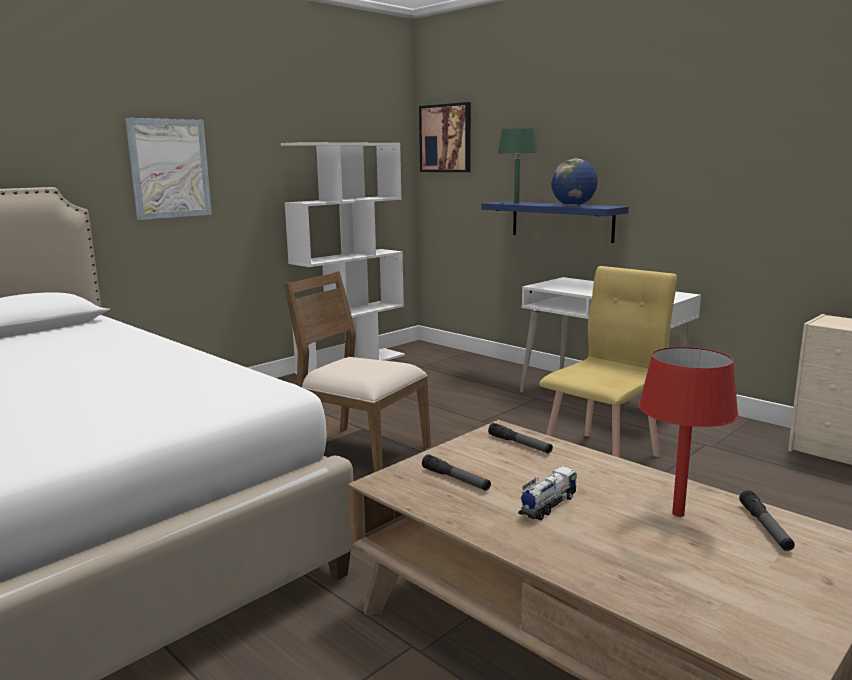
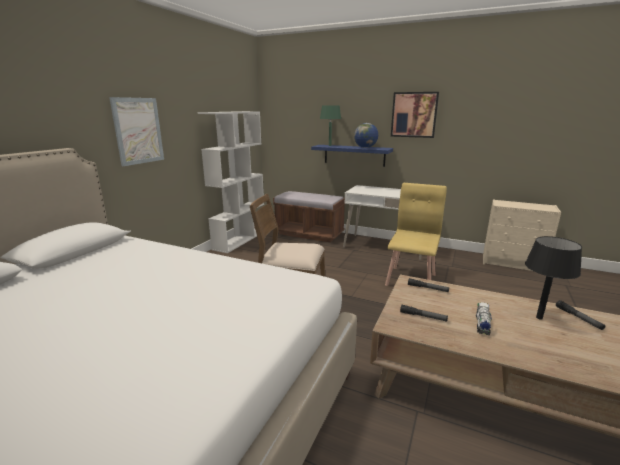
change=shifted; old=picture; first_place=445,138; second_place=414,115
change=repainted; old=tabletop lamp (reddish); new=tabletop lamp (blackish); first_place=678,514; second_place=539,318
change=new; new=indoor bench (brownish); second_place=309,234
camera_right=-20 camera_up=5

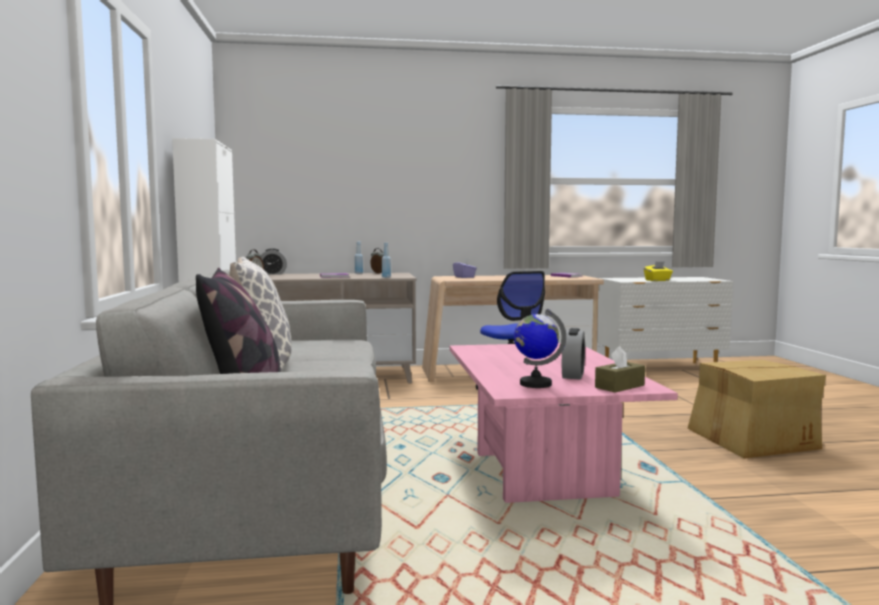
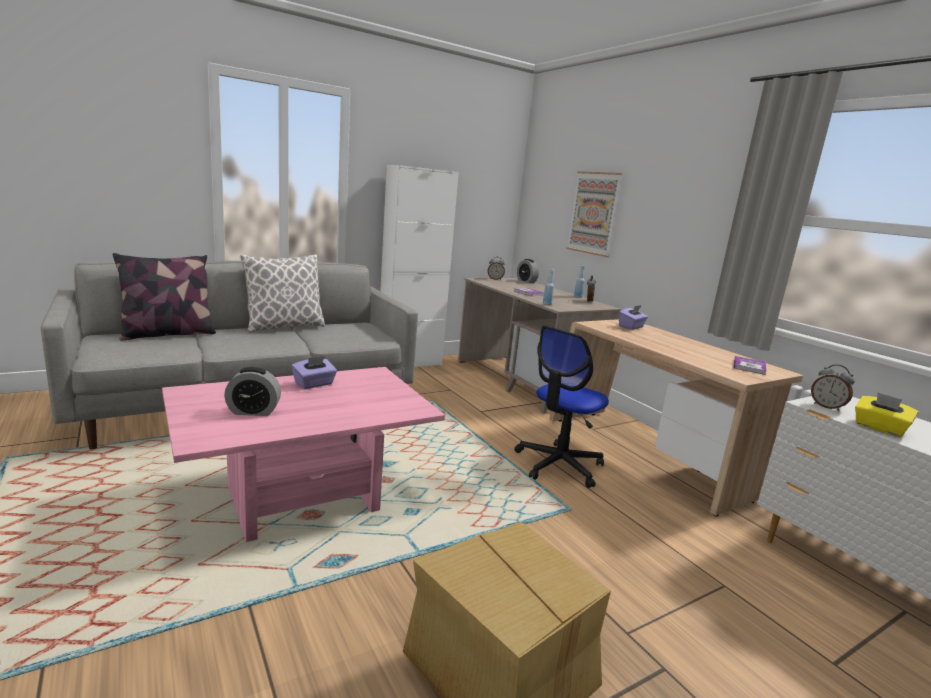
change=gone; old=globe; first_place=535,384
change=gone; old=tissue holder (brownish); first_place=619,386
change=new; new=picture; second_place=593,213
change=new; new=tissue holder (purple); second_place=314,384
change=new; new=table clock; second_place=827,407
camera_right=65 camera_up=10

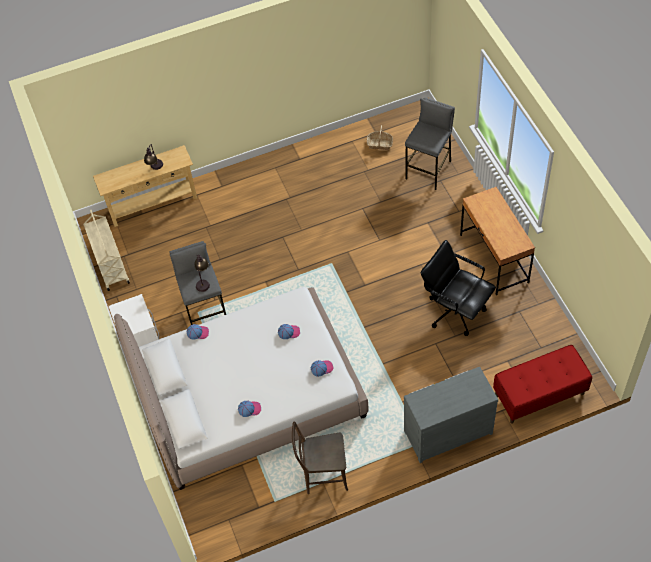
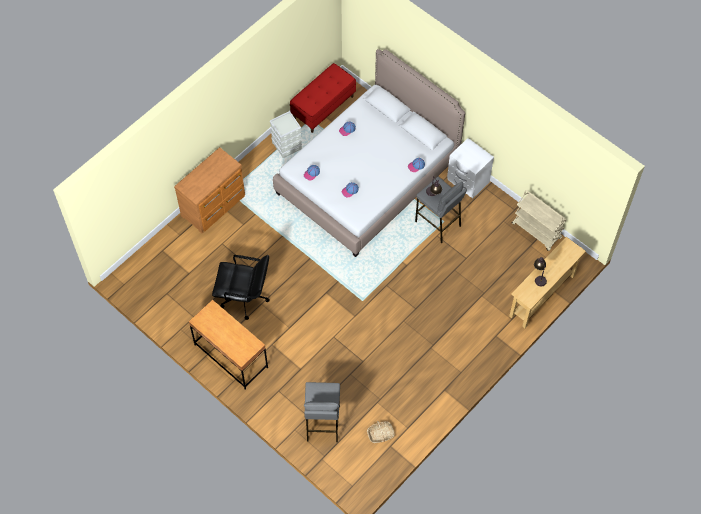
change=shifted; old=indoor bench (reddish); first_place=539,395; second_place=323,107
change=repainted; old=chest of drawers (greyish); new=chest of drawers (brownish); first_place=446,430; second_place=214,206
change=swapped; old=plain chair (brownish); new=storage container (greyish); first_place=322,475; second_place=287,146
camera_right=150 camera_up=5

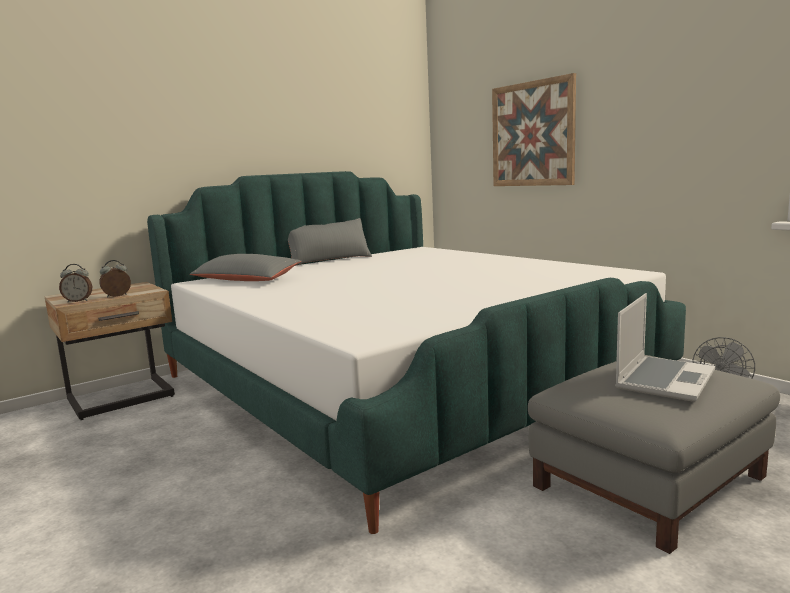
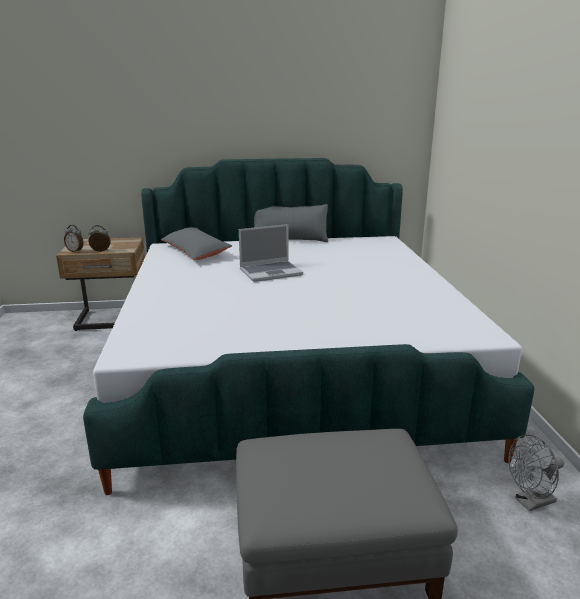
change=gone; old=picture; first_place=532,134
change=shifted; old=laptop; first_place=664,379; second_place=271,272
camera_right=30 camera_up=10

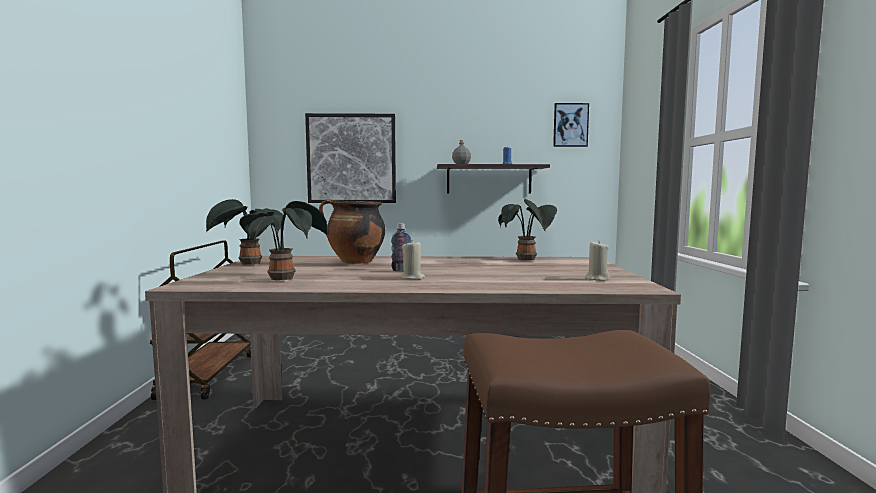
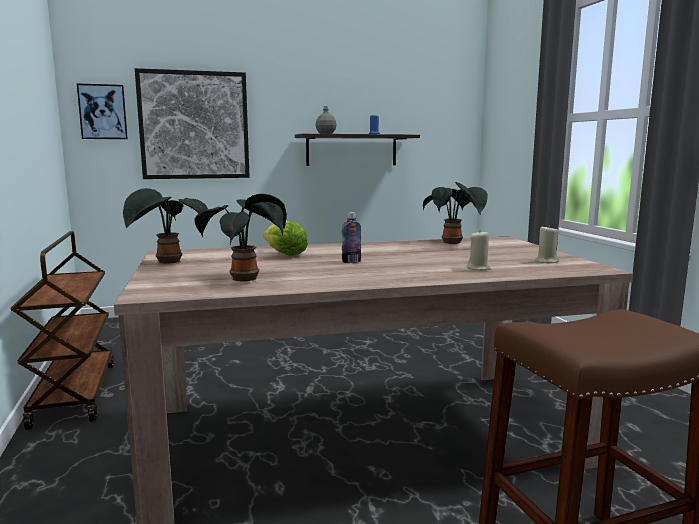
change=shifted; old=picture; first_place=570,125; second_place=103,112
change=swapped; old=cooking pot; new=lettuce; first_place=355,262; second_place=285,254
change=shifted; old=candle (beige); first_place=412,278; second_place=478,268
camera_right=-15 camera_up=5

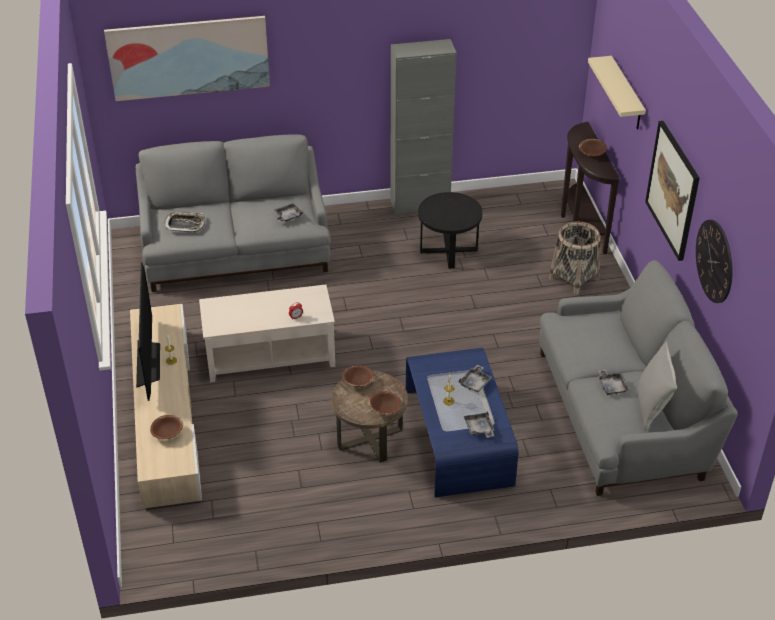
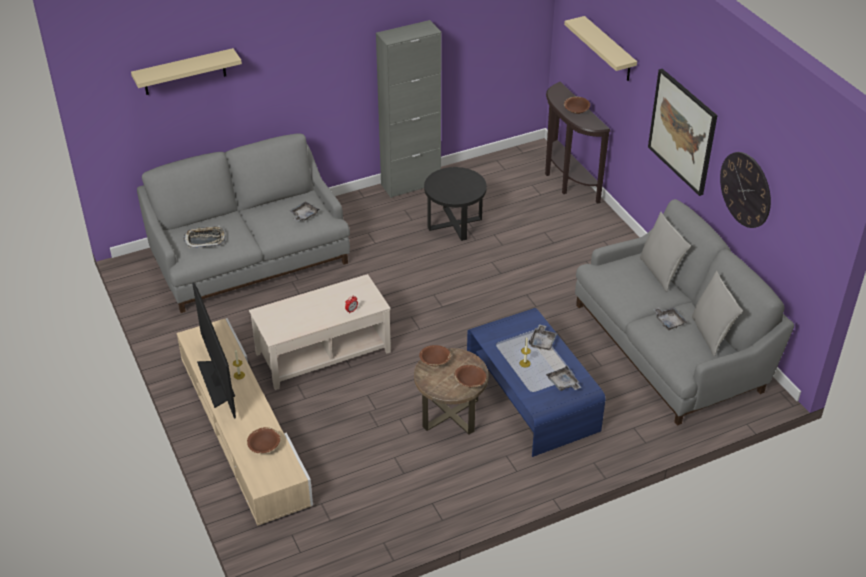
change=swapped; old=picture; new=wall shelf (beige); first_place=189,57; second_place=184,72
change=gone; old=storage basket; first_place=574,279
change=new; new=cushion (greyish); second_place=660,272
camera_right=-15 camera_up=0

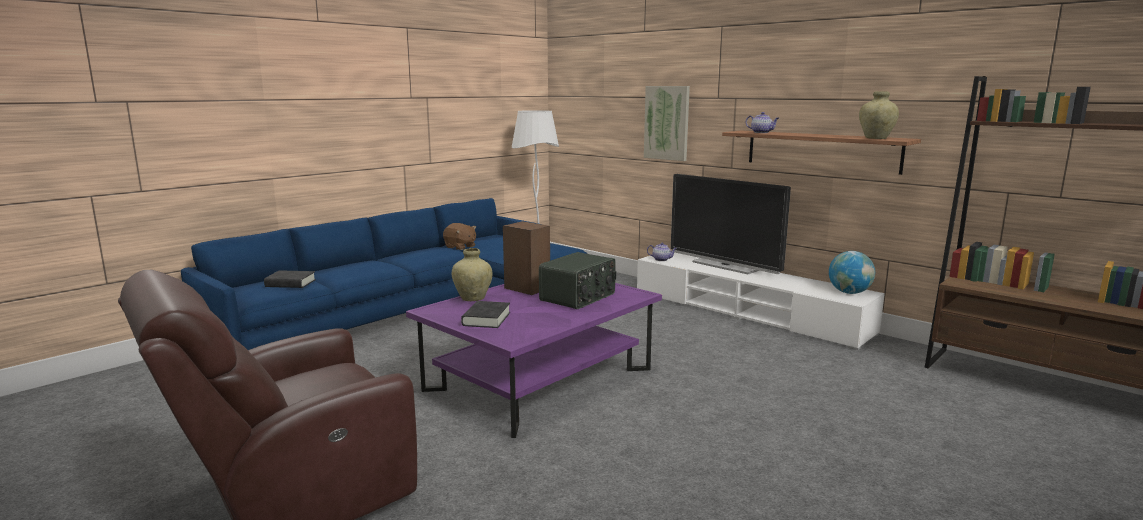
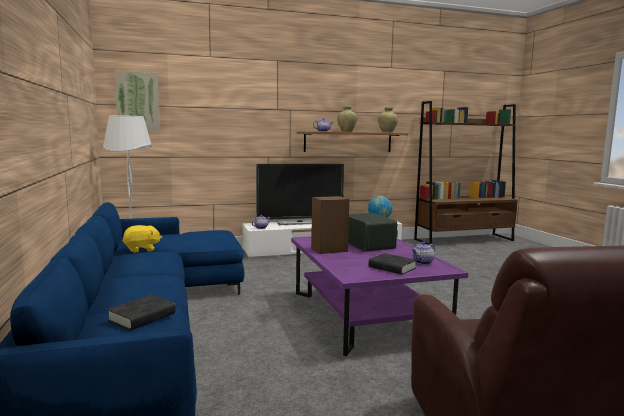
change=shifted; old=picture; first_place=667,123; second_place=137,102
change=repainted; old=plush toy (brownish); new=plush toy (yellowish); first_place=460,247; second_place=142,249
change=shifted; old=vase (beige); first_place=473,298; second_place=346,131
change=new; new=pot for tea; second_place=422,262
camera_right=-60 camera_up=-5

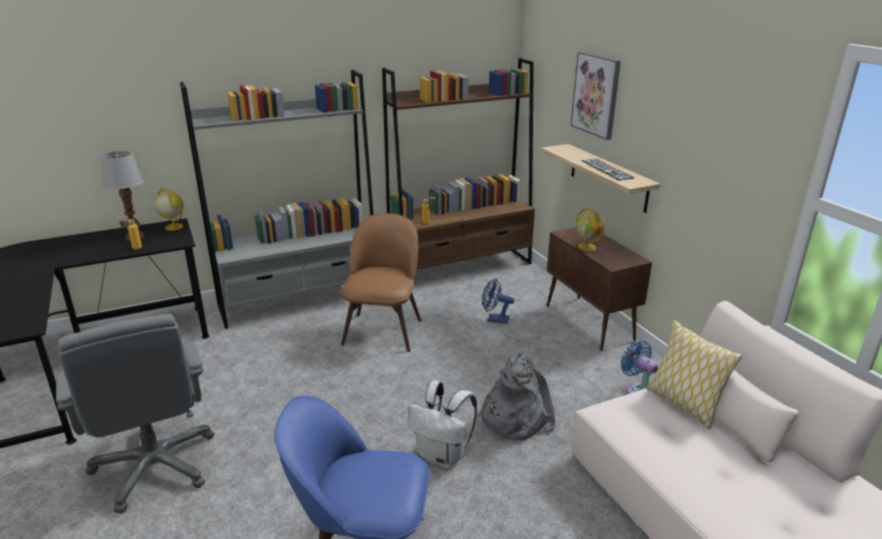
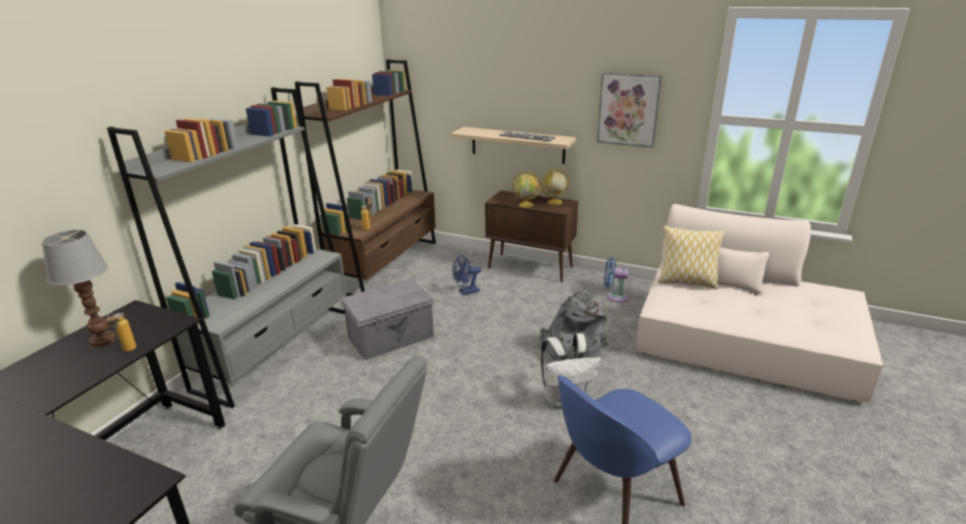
change=shifted; old=picture; first_place=596,95; second_place=628,110
change=shifted; old=globe; first_place=173,227; second_place=554,202
change=swapped; old=plain chair (brownish); new=storage container (greyish); first_place=383,330; second_place=392,337
camera_right=-40 camera_up=0

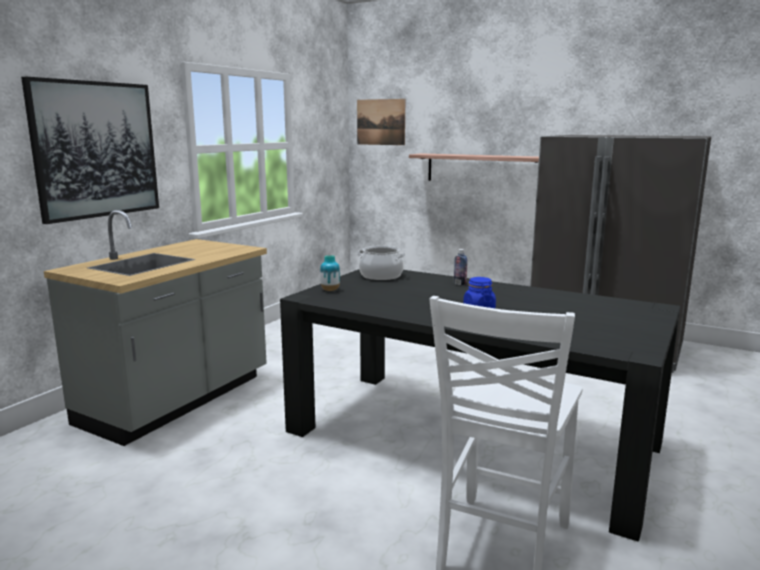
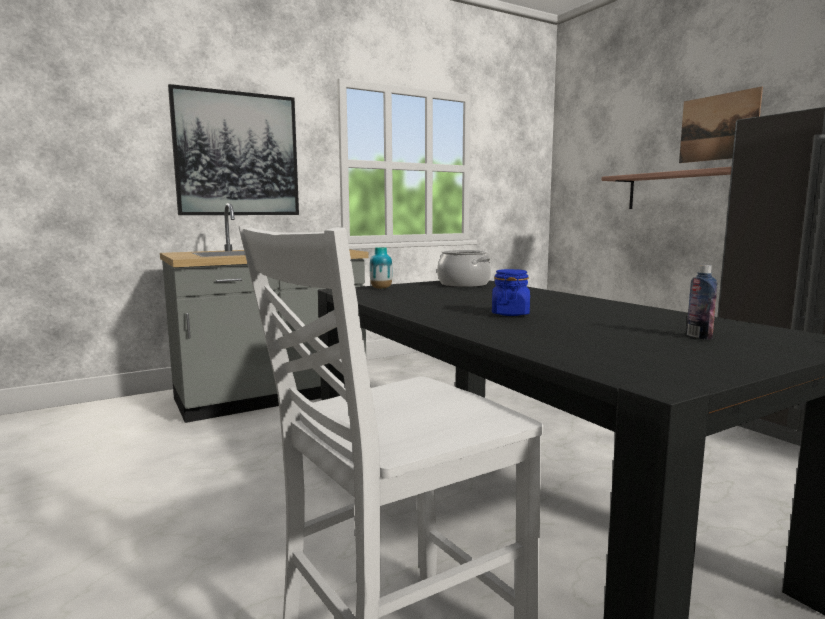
change=shifted; old=picture; first_place=380,122; second_place=718,127
change=shifted; old=beverage bottle; first_place=460,284; second_place=699,336
camera_right=30 camera_up=-5

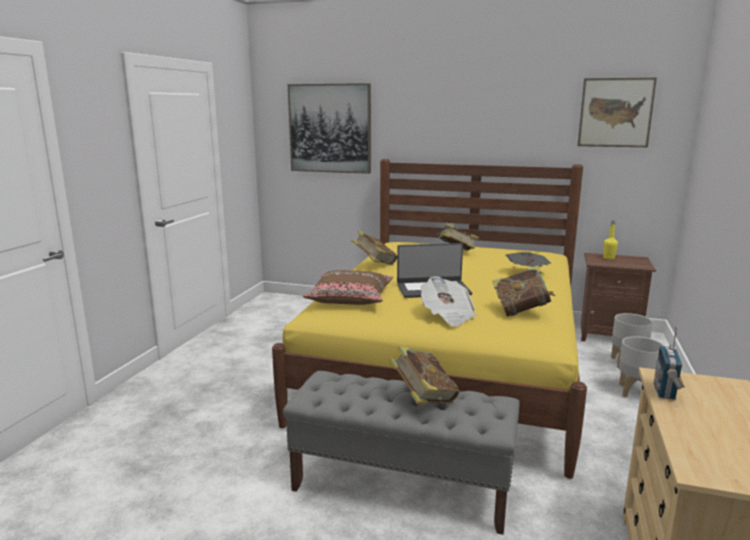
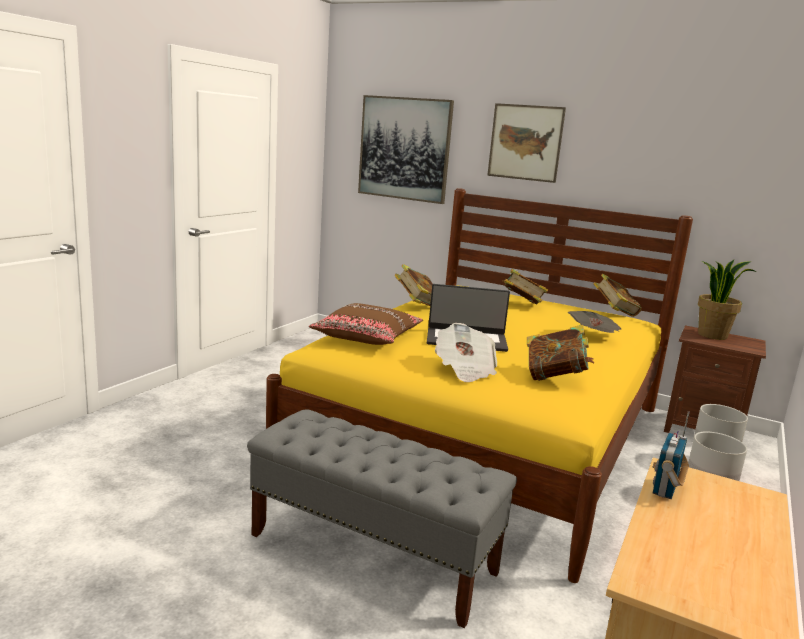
change=shifted; old=picture; first_place=615,112; second_place=525,142
change=swapped; old=beverage bottle (yellowish); new=potted plant; first_place=608,258; second_place=712,335
change=shifted; old=volume; first_place=423,399; second_place=614,313
camera_right=10 camera_up=0

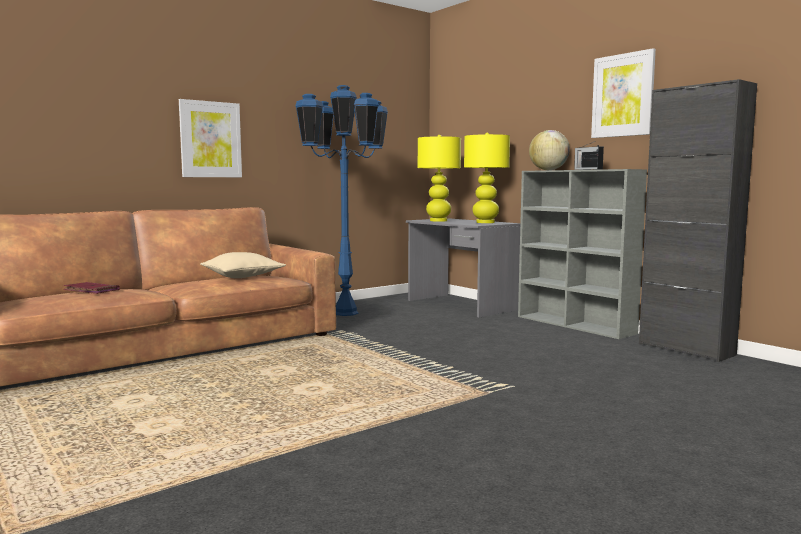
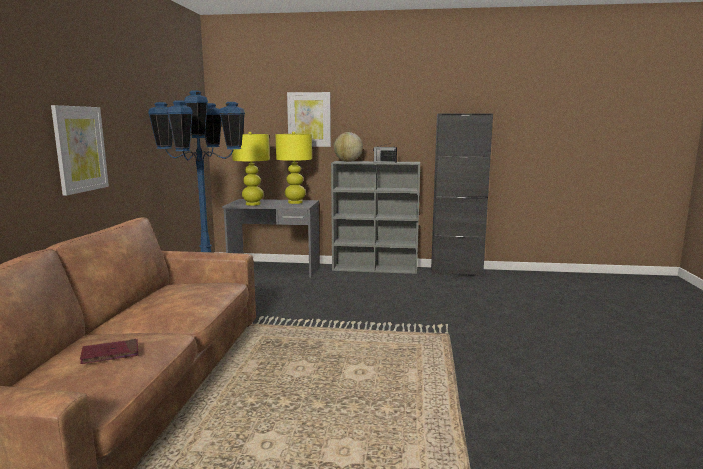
change=shifted; old=picture; first_place=623,95; second_place=309,119
change=gone; old=cushion (beige); first_place=243,276
camera_right=-45 camera_up=5

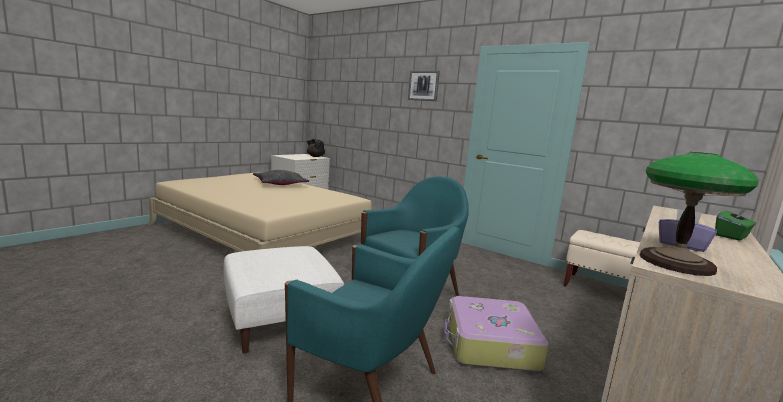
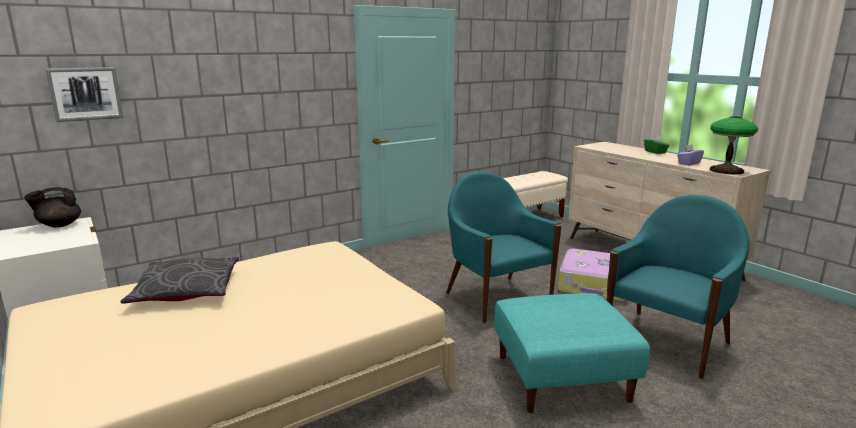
change=shifted; old=picture; first_place=423,86; second_place=85,94
change=repainted; old=ottoman (white); new=ottoman (turquoise); first_place=281,319; second_place=562,377
camera_right=-70 camera_up=5

